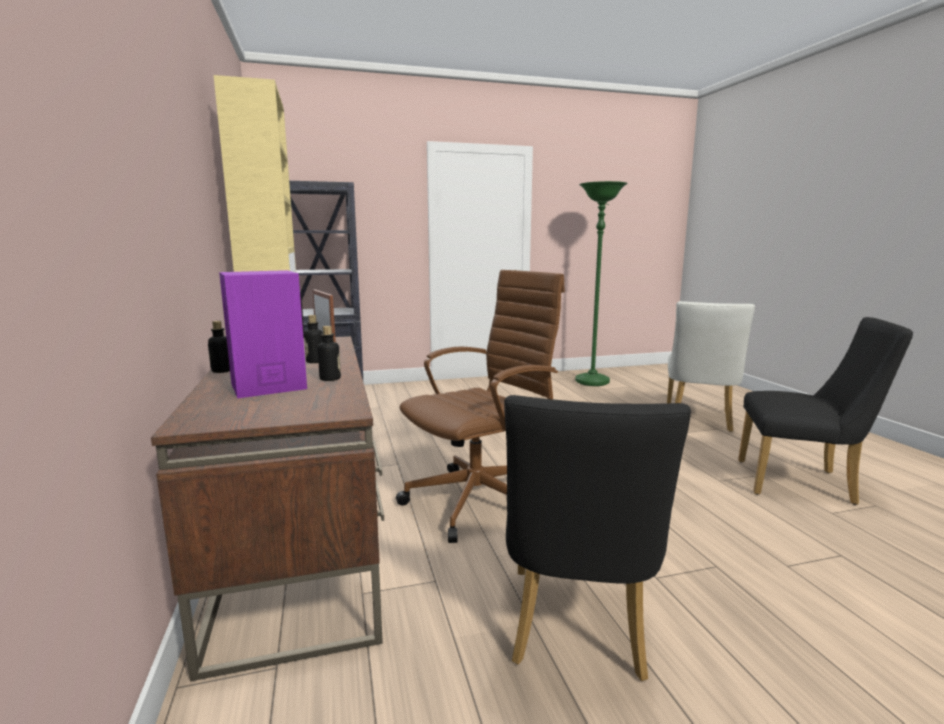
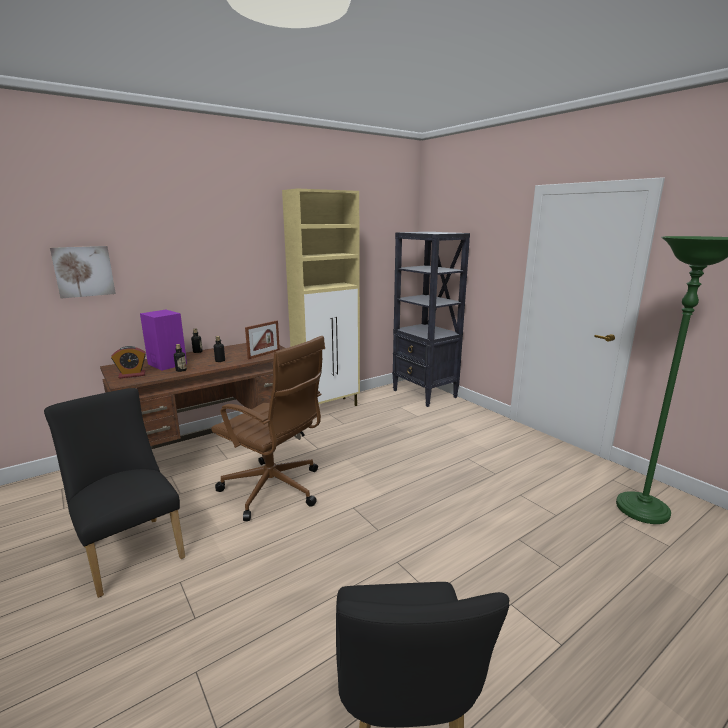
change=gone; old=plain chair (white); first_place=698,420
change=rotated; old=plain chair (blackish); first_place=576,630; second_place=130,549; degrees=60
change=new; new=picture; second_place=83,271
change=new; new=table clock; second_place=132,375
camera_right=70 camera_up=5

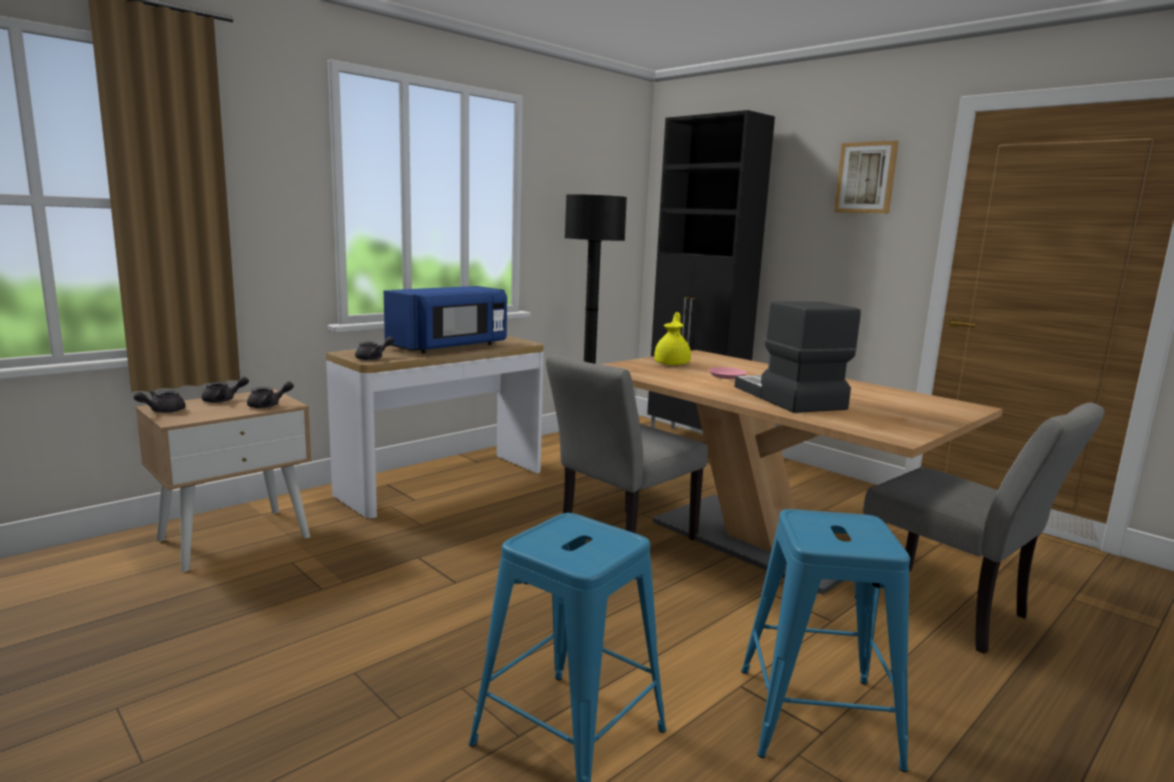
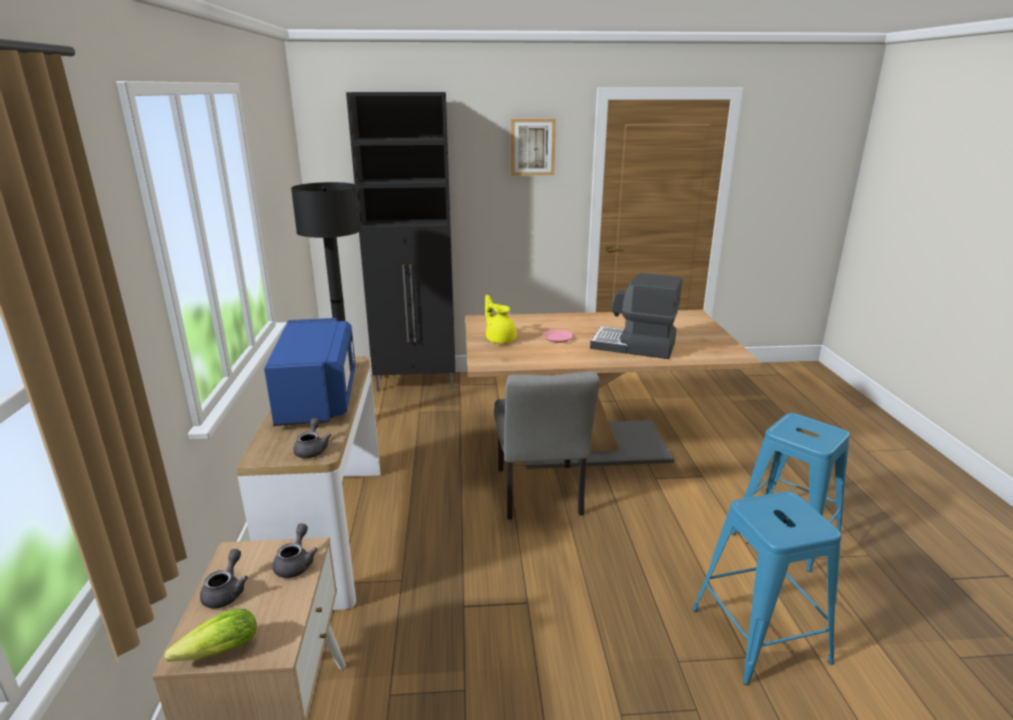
change=swapped; old=pot for tea (greyish); new=lettuce; first_place=162,411; second_place=215,653
change=gone; old=plain chair (greyish); first_place=953,613
camera_right=-50 camera_up=10

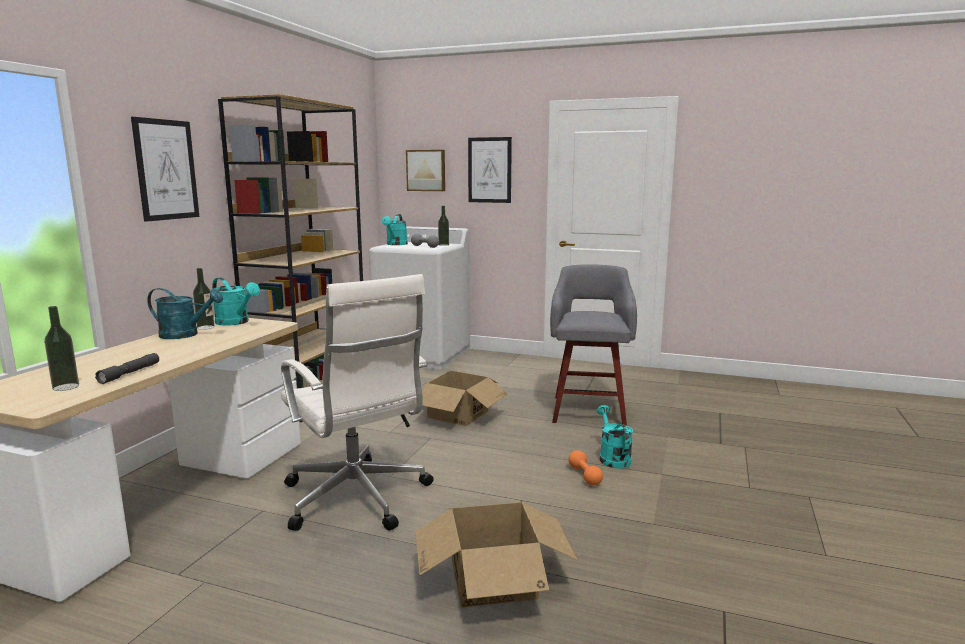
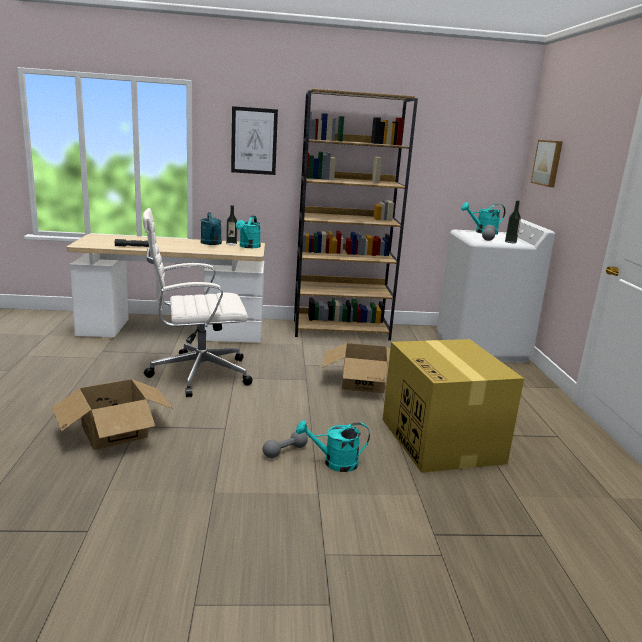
change=gone; old=picture; first_place=489,170
change=swapped; old=stool (greyish); new=cardboard box; first_place=589,410; second_place=442,441
change=rotated; old=computer chair (white); first_place=357,498; second_place=197,374; degrees=45
change=gone; old=beverage bottle; first_place=66,387
change=rotated; old=sprinkling can (turquoise); first_place=612,457; second_place=334,463; degrees=-150
change=repainted; old=free weight (orange-coloured); new=free weight (greyish); first_place=584,476; second_place=285,451
camera_right=65 camera_up=5

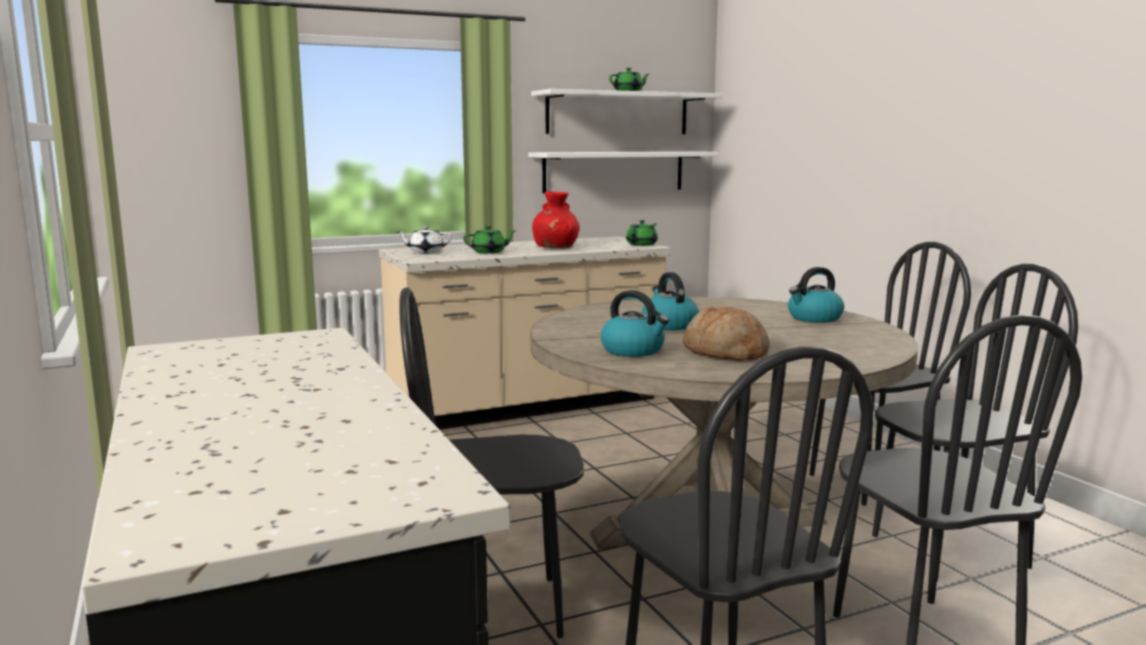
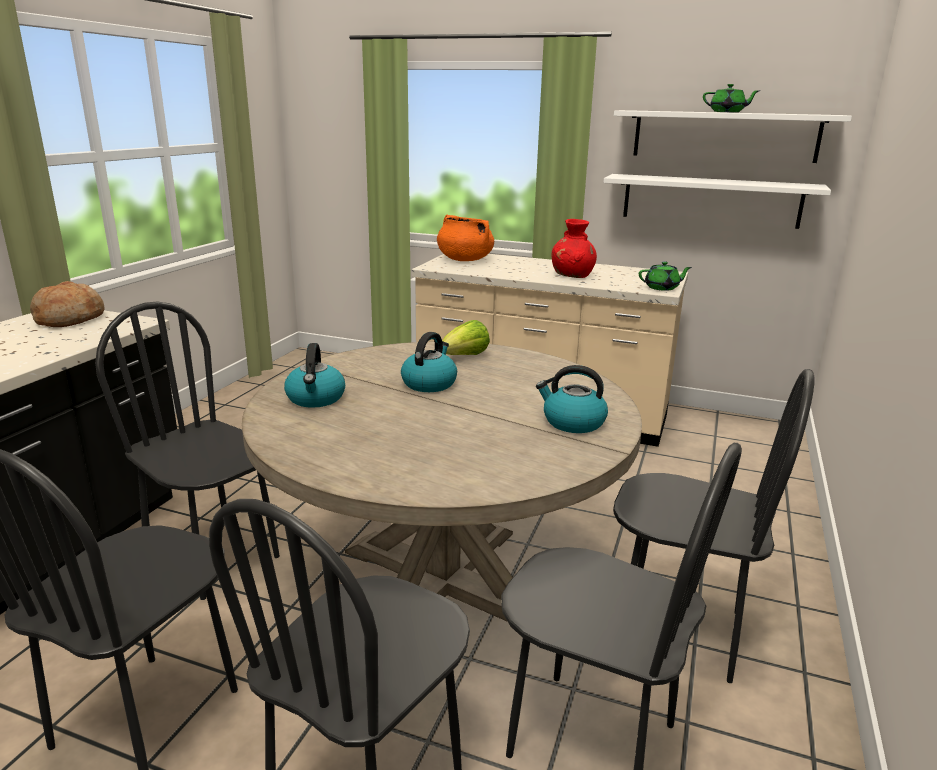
change=swapped; old=pot for tea (white); new=cooking pot (orange-coloured); first_place=425,252; second_place=464,260
change=gone; old=pot for tea (greenish); first_place=489,252
change=shifted; old=bread; first_place=725,353; second_place=69,319
change=new; new=lettuce; second_place=464,357
camera_right=45 camera_up=10

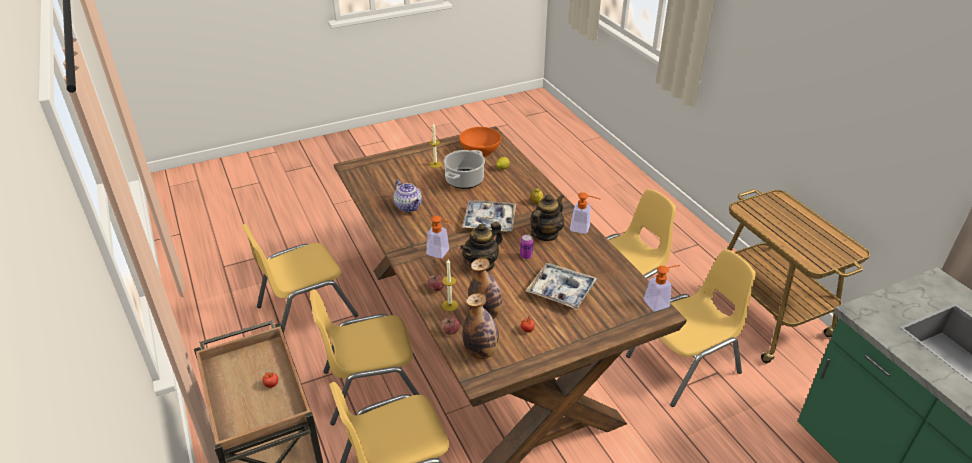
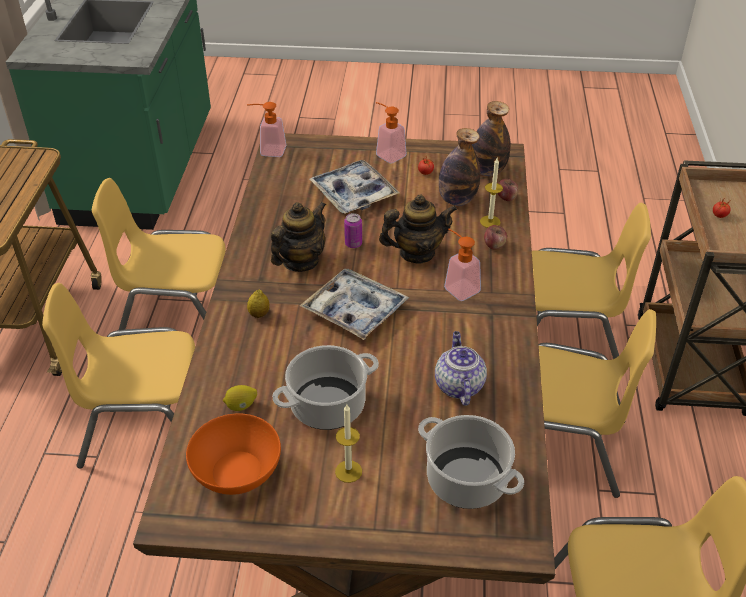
change=shifted; old=liquid soap bottle; first_place=583,229; second_place=387,154
change=rotated; old=pot for tea; first_place=545,234; second_place=300,261; degrees=150
change=new; new=cooking pot; second_place=468,480
camera_right=-150 camera_up=5

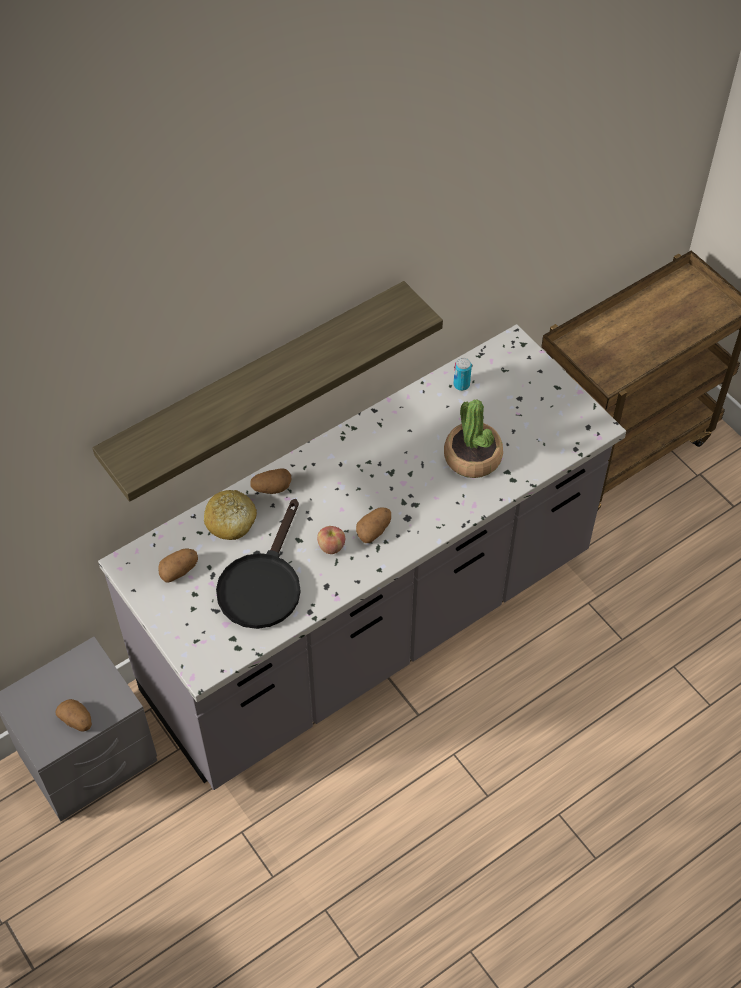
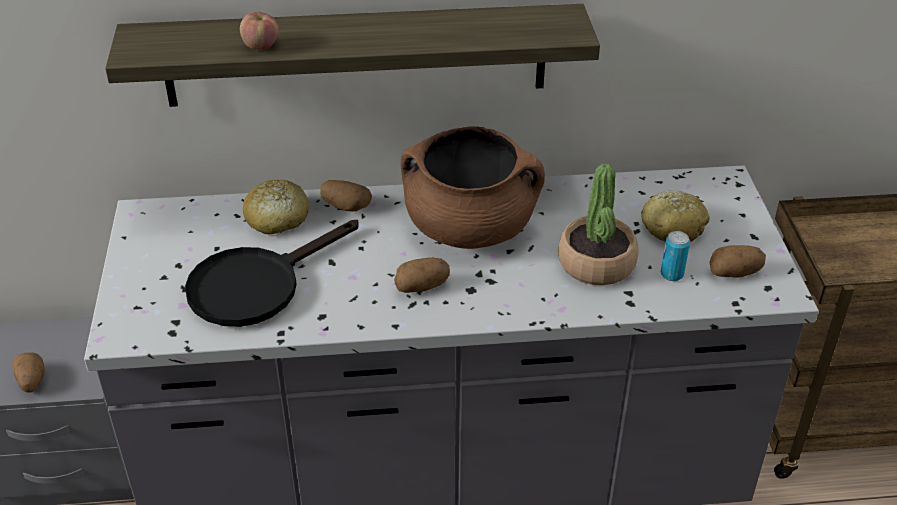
change=shifted; old=sealed can; first_place=461,385; second_place=672,274
change=shifted; old=apple; first_place=331,546; second_place=261,46
change=shifted; old=potato; first_place=179,570; second_place=734,273
change=new; new=cooking pot (brownish); second_place=470,228
change=new; new=bread; second_place=673,227
camera_right=30 camera_up=-15

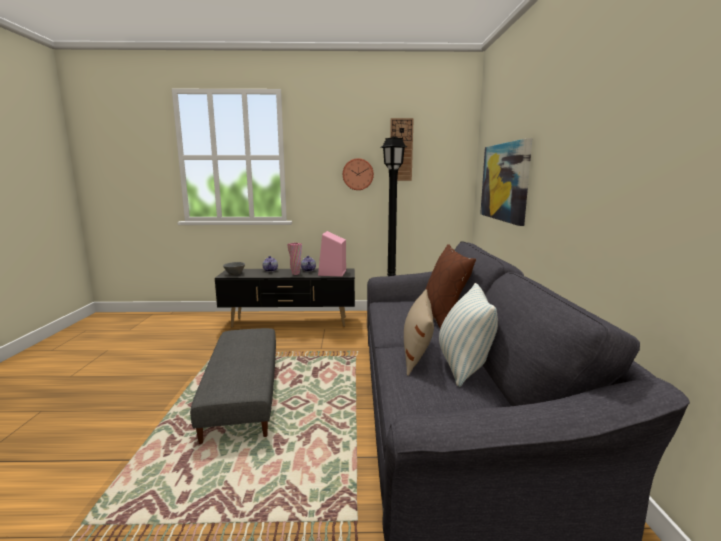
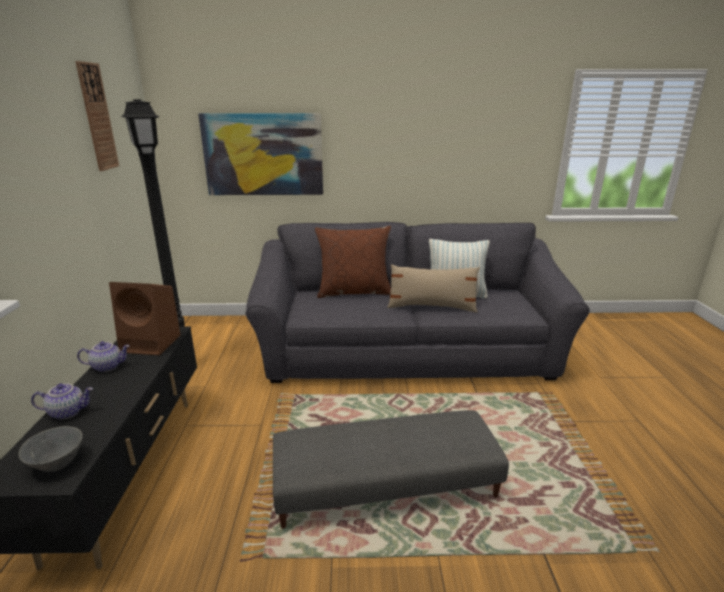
change=gone; old=clock on the wall; first_place=358,174
change=repainted; old=loudspeaker (pink-coloured); new=loudspeaker (brownish); first_place=332,273; second_place=152,343
change=gone; old=vase (pink-coloured); first_place=295,274
camera_right=-90 camera_up=10

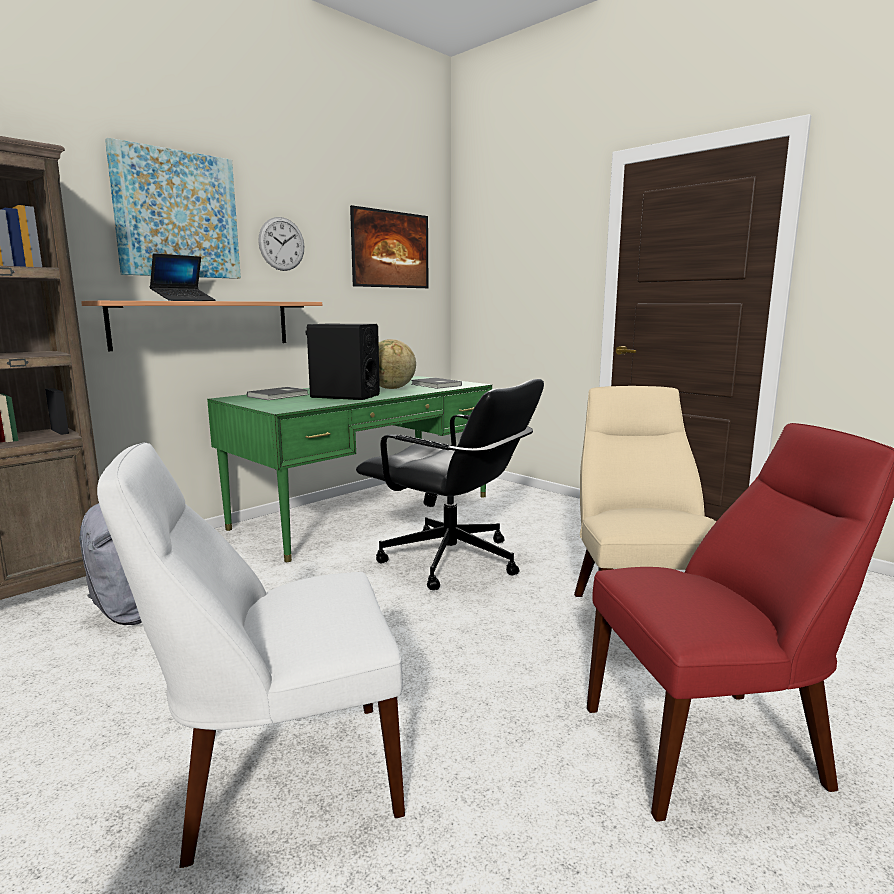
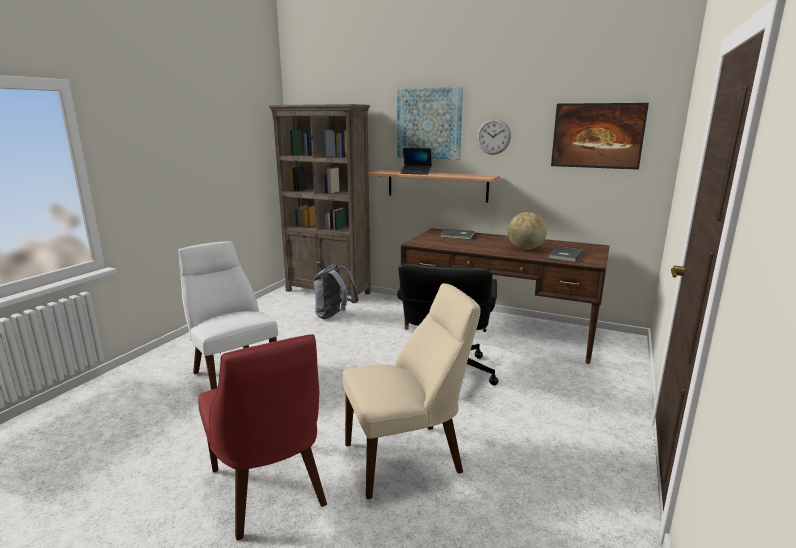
change=gone; old=loudspeaker (blackish); first_place=345,396
change=repainted; old=desk table (greenish); new=desk table (brownish); first_place=365,511; second_place=499,329
camera_right=70 camera_up=5

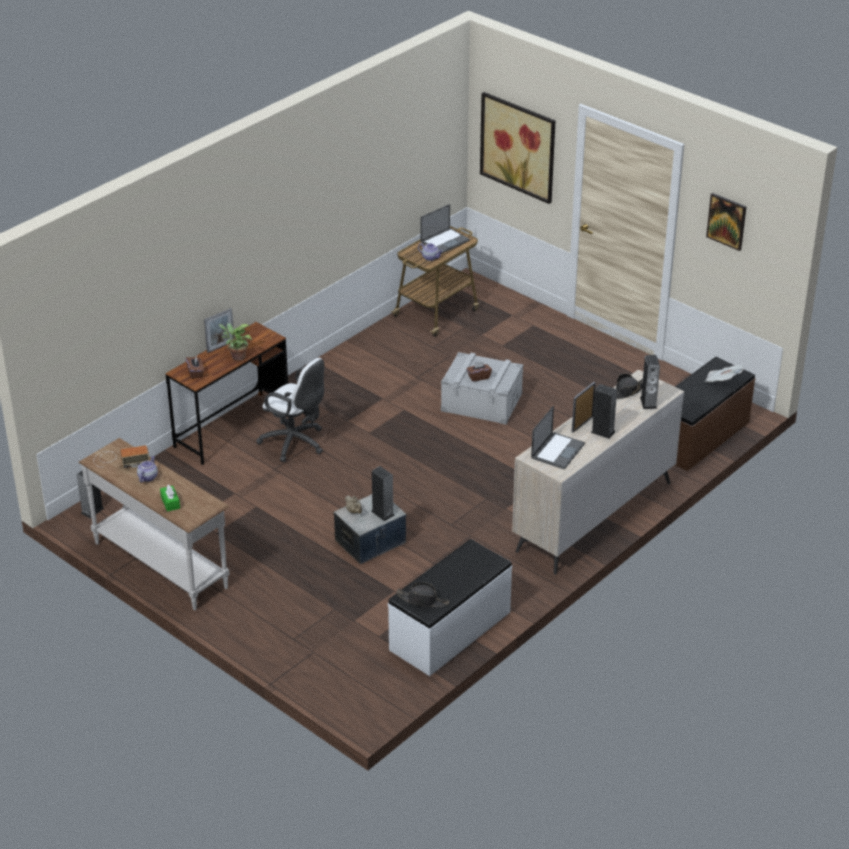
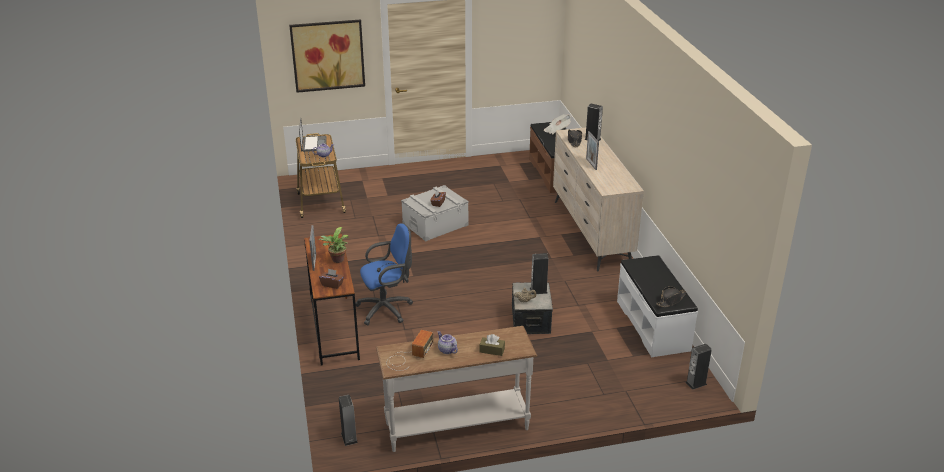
change=gone; old=picture; first_place=726,221
change=repainted; old=computer chair (white); new=computer chair (bluish); first_place=296,443; second_place=387,309
change=shifted; old=loudspeaker; first_place=603,432; second_place=696,383
change=gone; old=laptop; first_place=557,450
change=repainted; old=tissue holder (greenish); new=tissue holder (brownish); first_place=170,502; second_place=492,350
camera_right=-55 camera_up=-5

